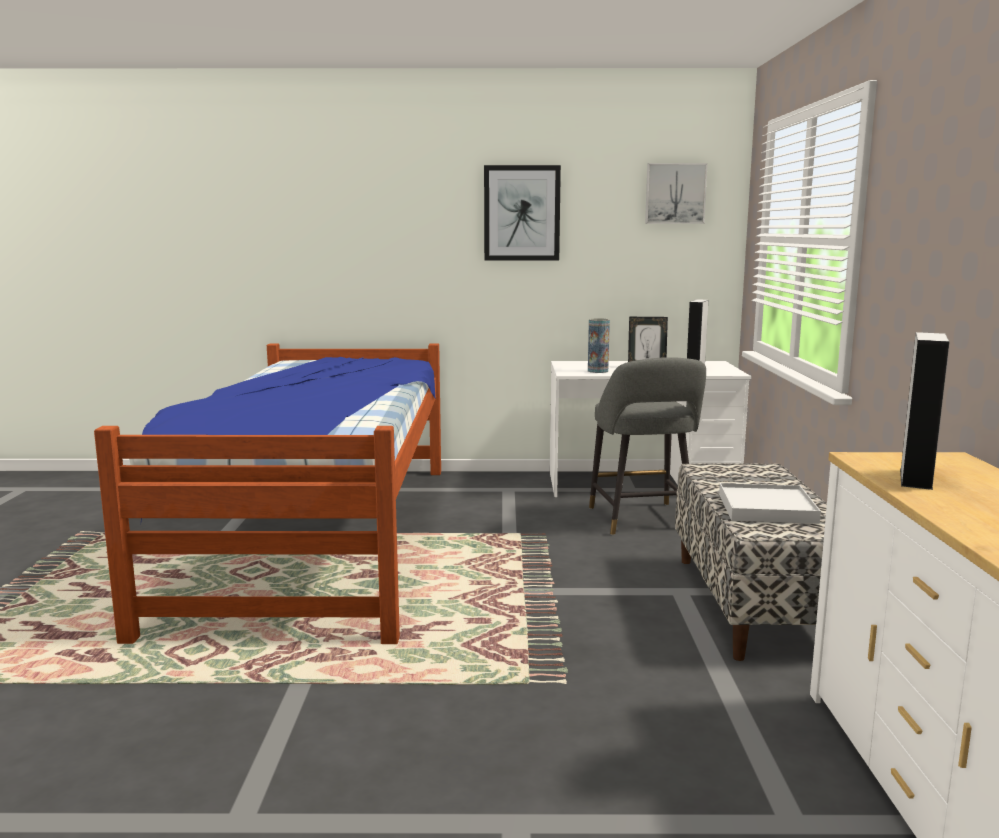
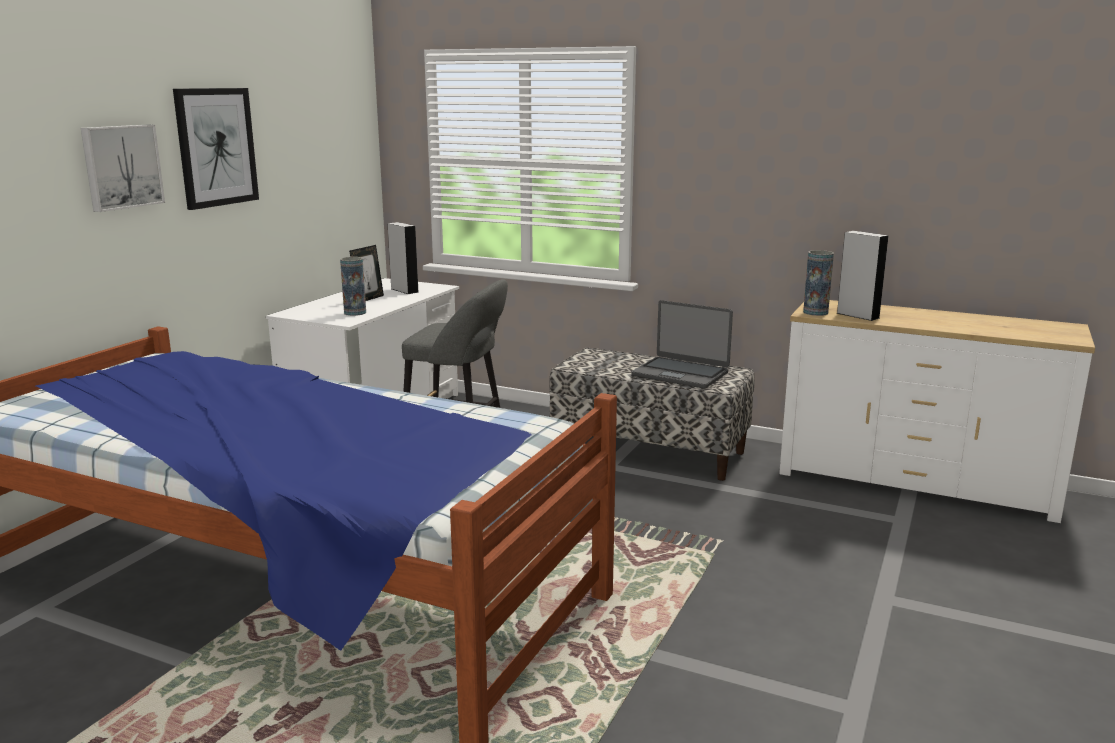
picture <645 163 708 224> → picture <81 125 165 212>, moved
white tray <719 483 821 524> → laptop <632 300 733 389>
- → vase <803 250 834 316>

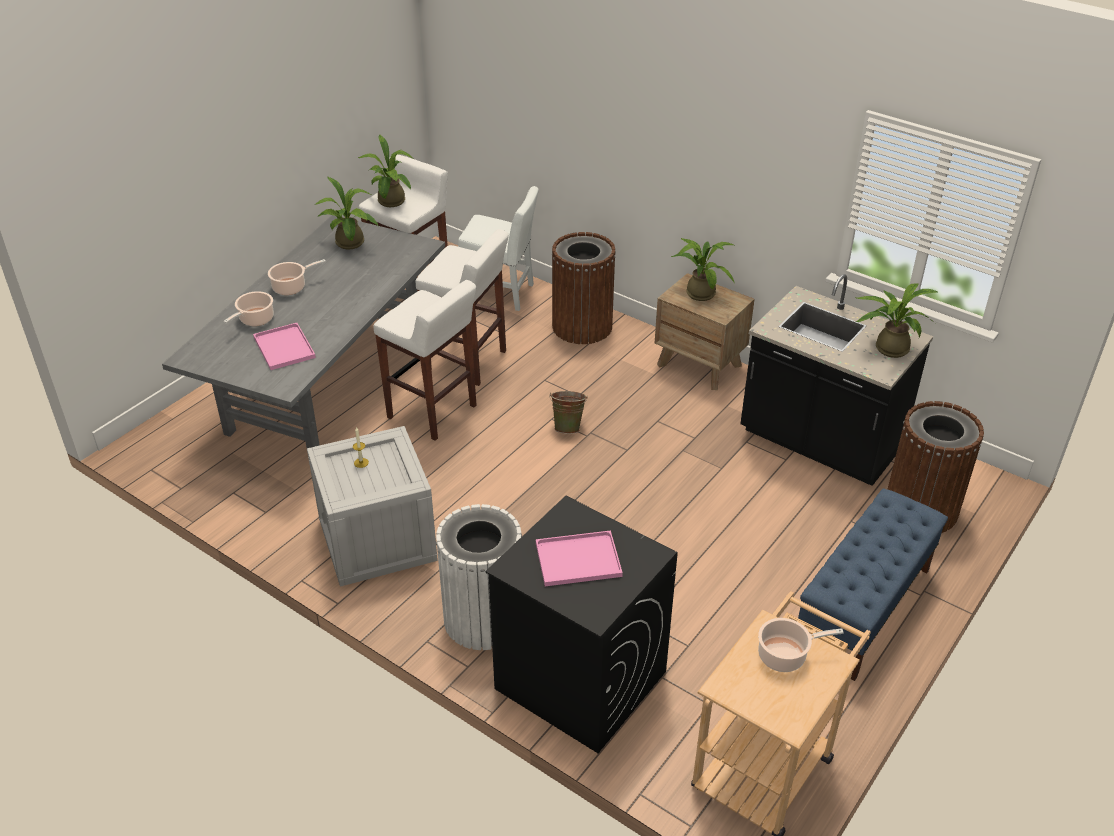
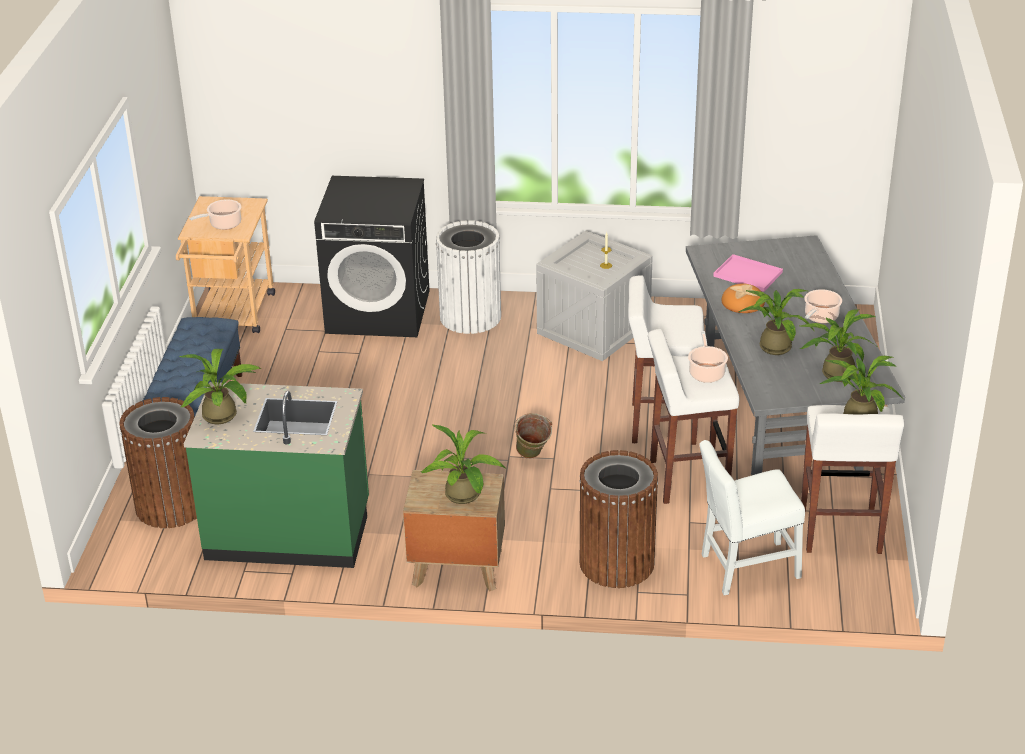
cooking pot <223 291 274 326> → cooking pot <688 331 728 383>, moved
pink tray <536 530 623 586> → -
black counter <740 274 933 486> → green counter <184 382 369 568>
- → bread <721 283 765 313>
- → potted plant <738 289 814 355>

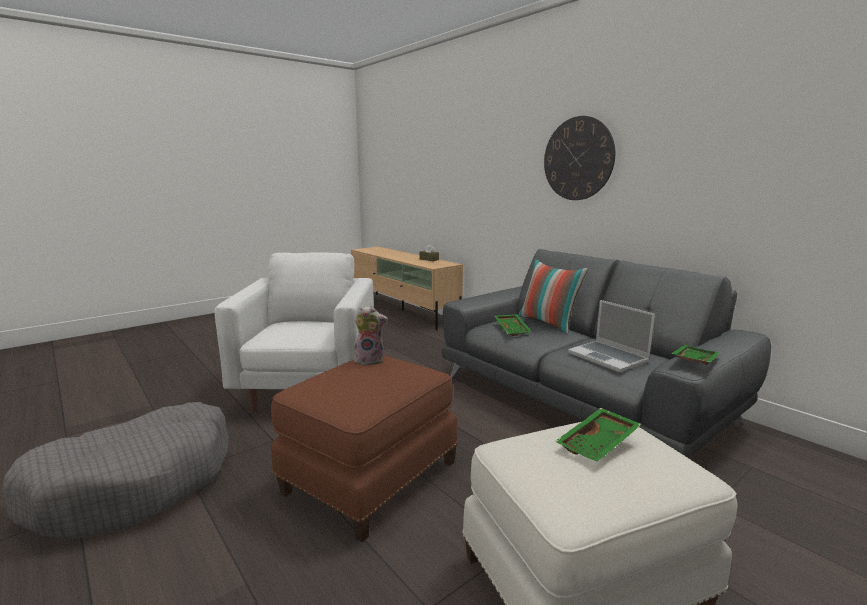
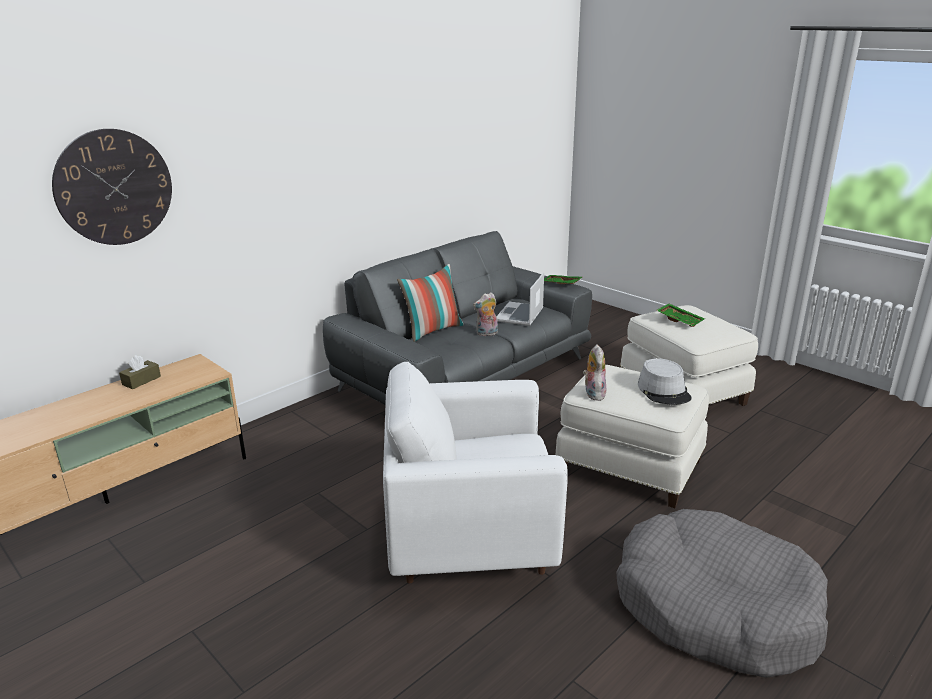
brown ottoman <271 356 458 542> → white ottoman <555 365 709 508>
green tray <495 314 532 336> → -
wall clock <544 116 615 200> → wall clock <52 129 172 245>, moved
laptop <568 300 655 372> → laptop <496 272 544 326>, 150 degrees clockwise
- → plush toy <473 292 498 336>
- → grey hat <638 358 692 405>

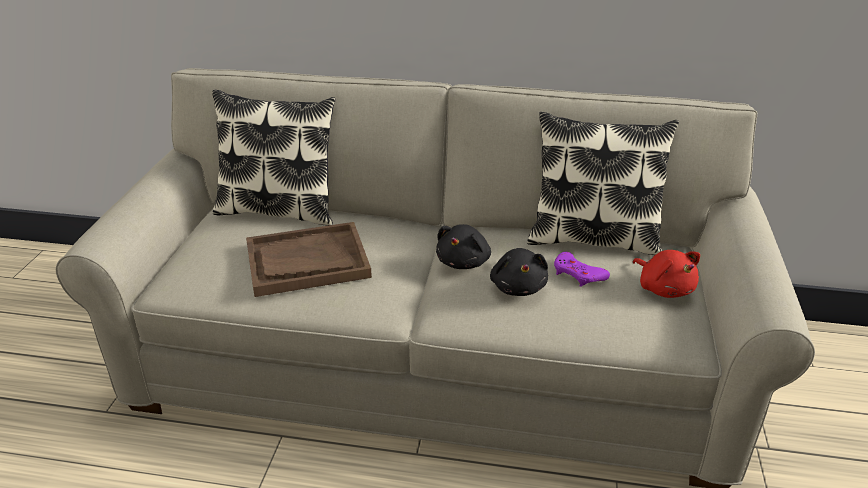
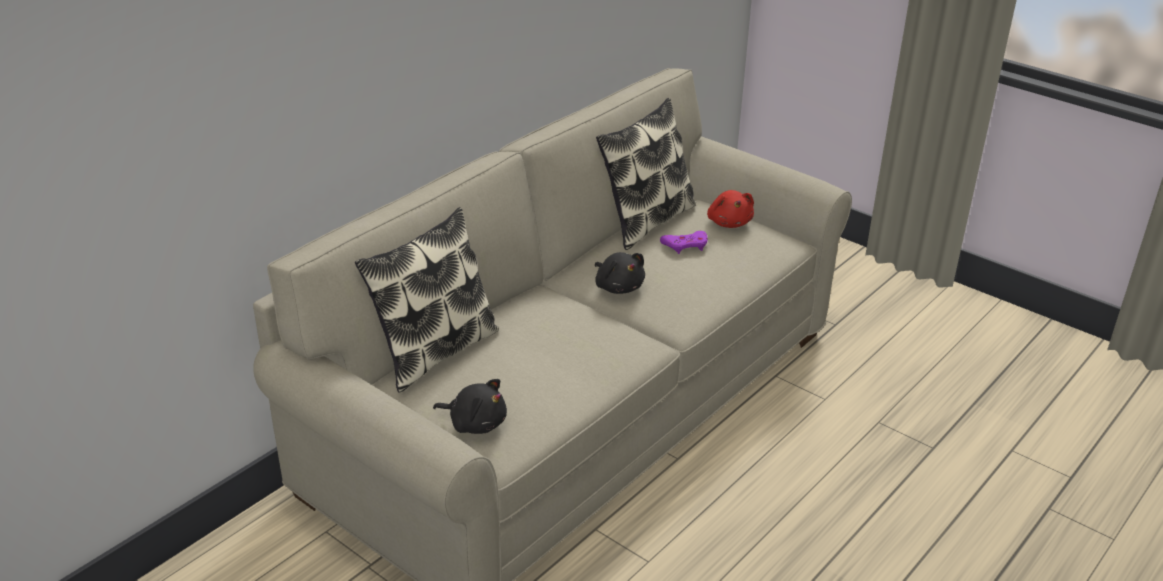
brown tray <246 222 372 297> → -
black plush toy <490 248 548 296> → black plush toy <433 379 507 434>, moved
red plush toy <633 250 700 298> → red plush toy <707 190 754 228>, 75 degrees clockwise

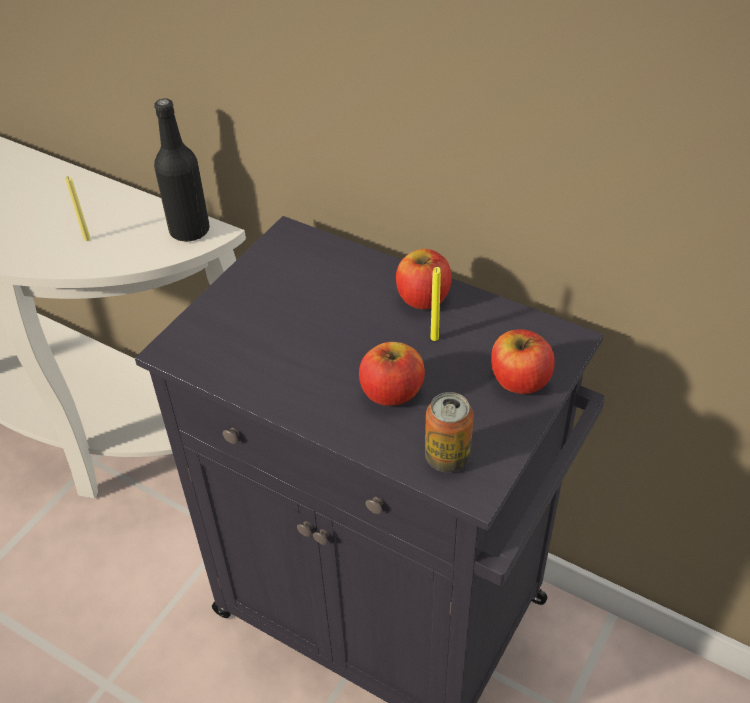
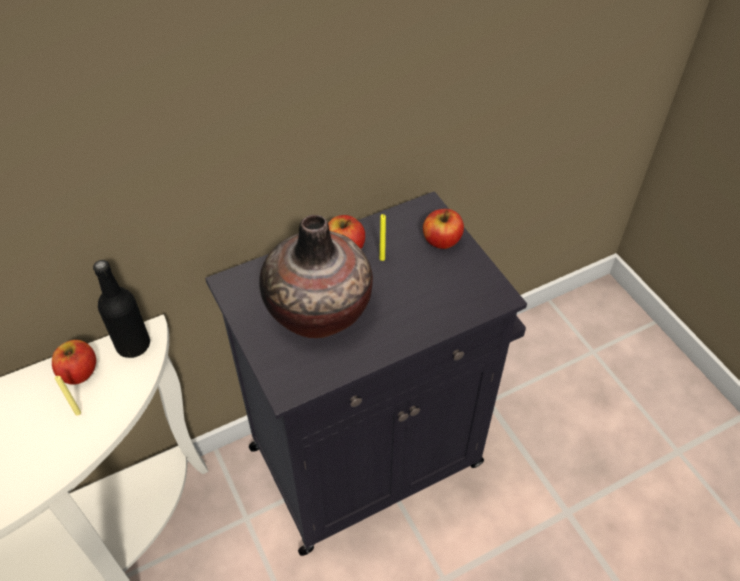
apple <359 342 425 406> → apple <52 340 96 385>, moved
can <425 392 474 473> → -
- → vase <259 215 373 338>

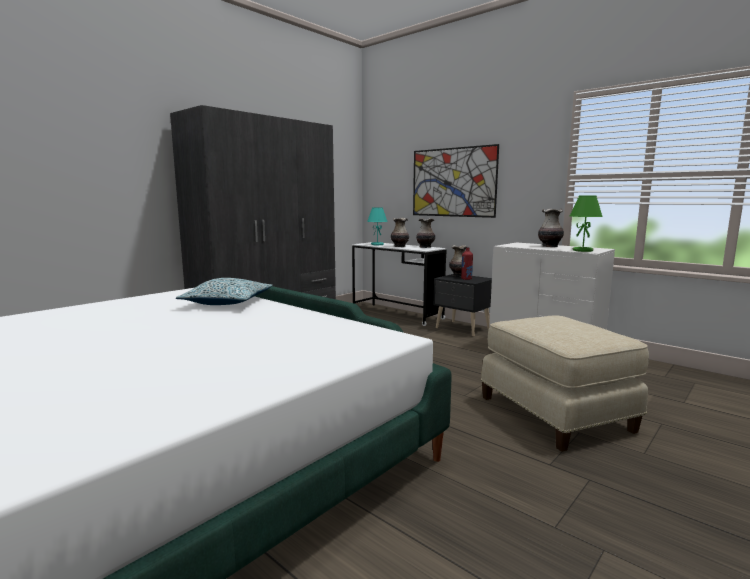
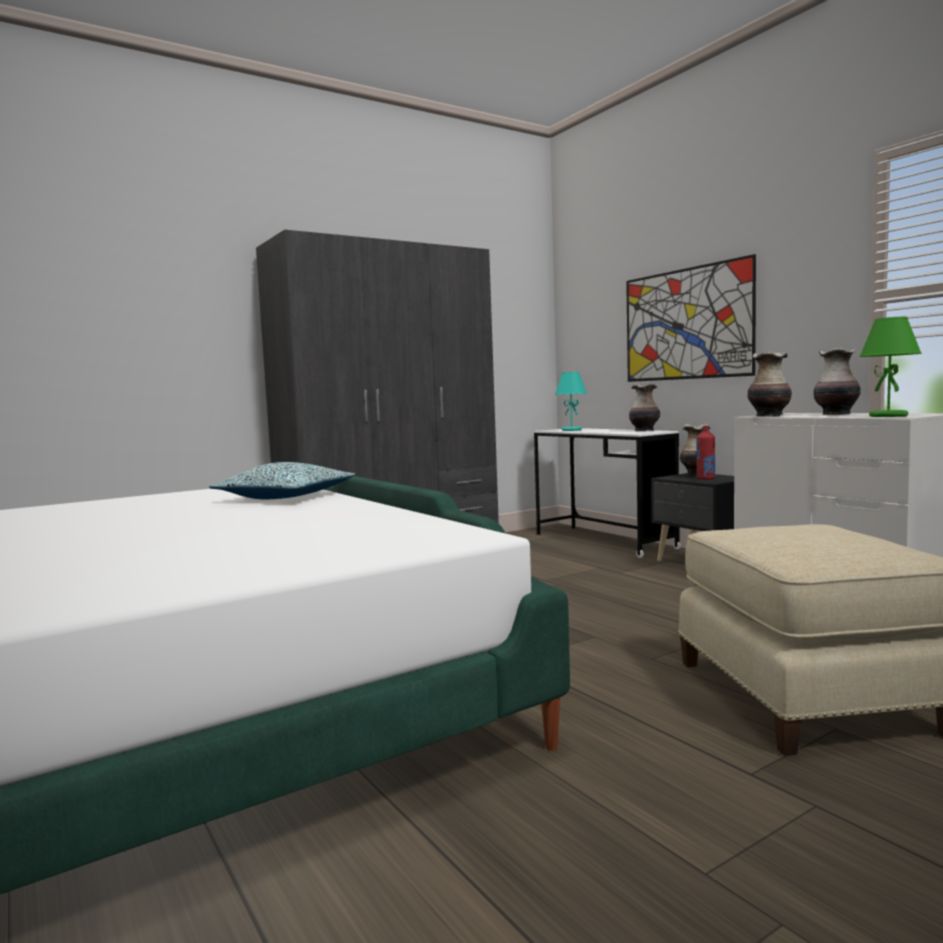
vase <391 218 409 247> → vase <747 352 792 416>, moved

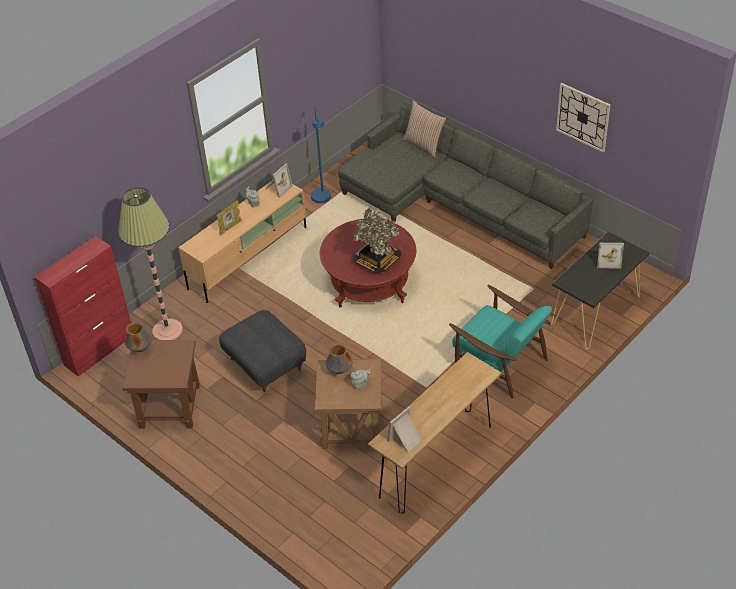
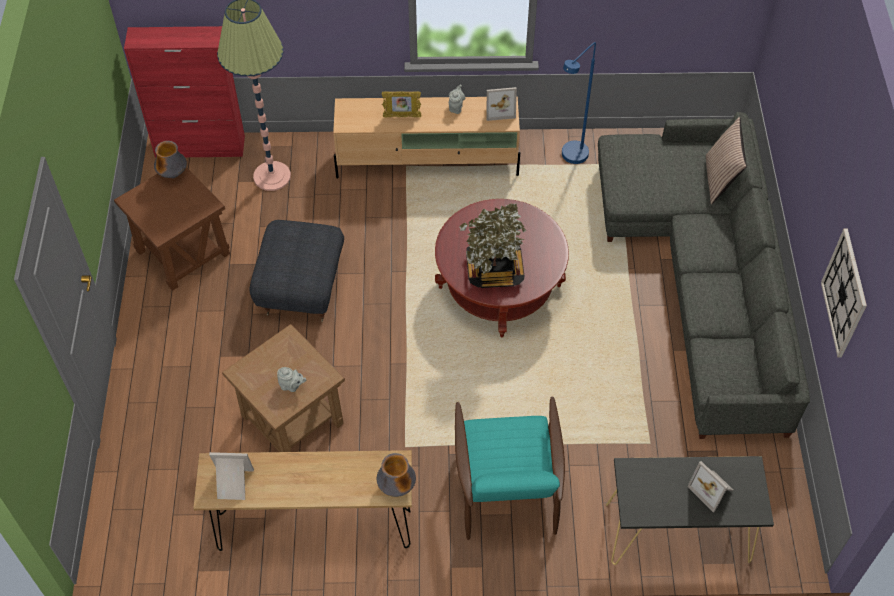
vase <326 343 353 374> → vase <377 453 416 497>, moved

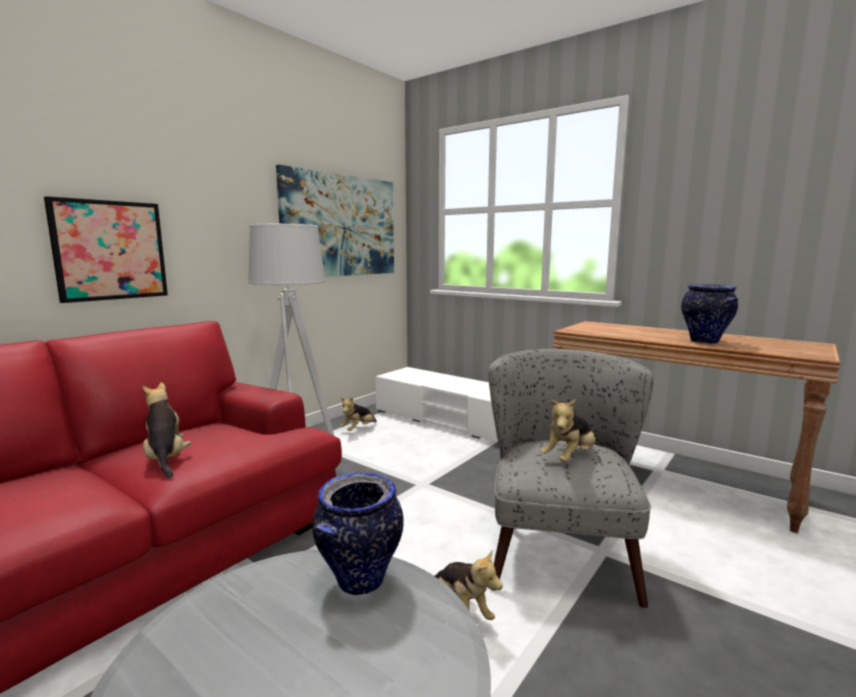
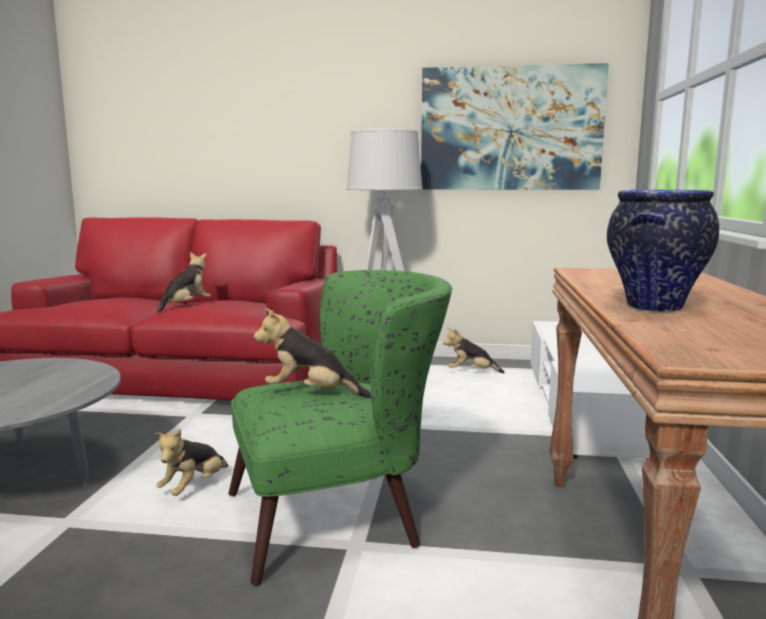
picture <44 196 168 303> → -
vase <312 472 404 595> → -
grey armchair <488 349 654 608> → green armchair <229 270 452 586>

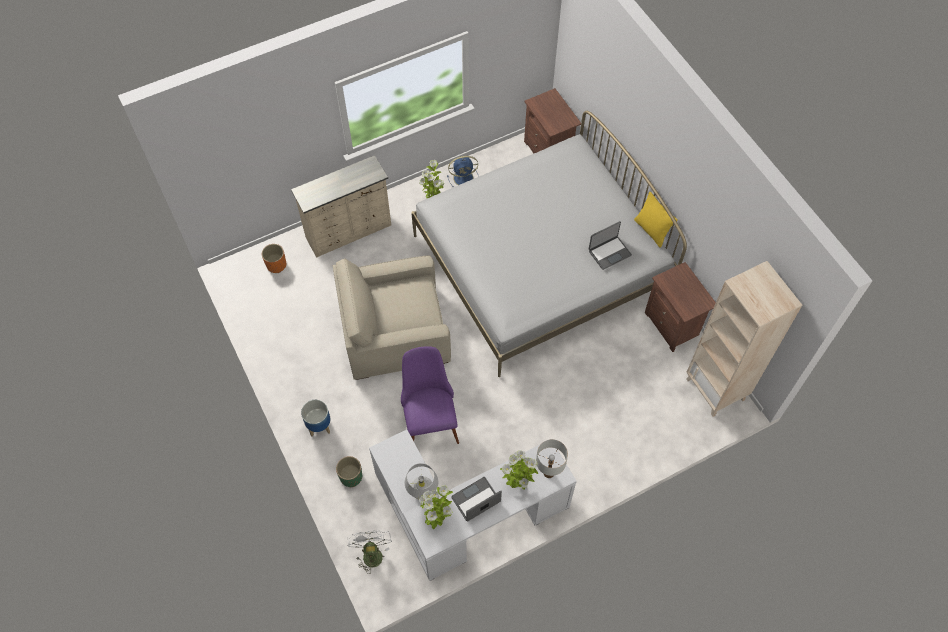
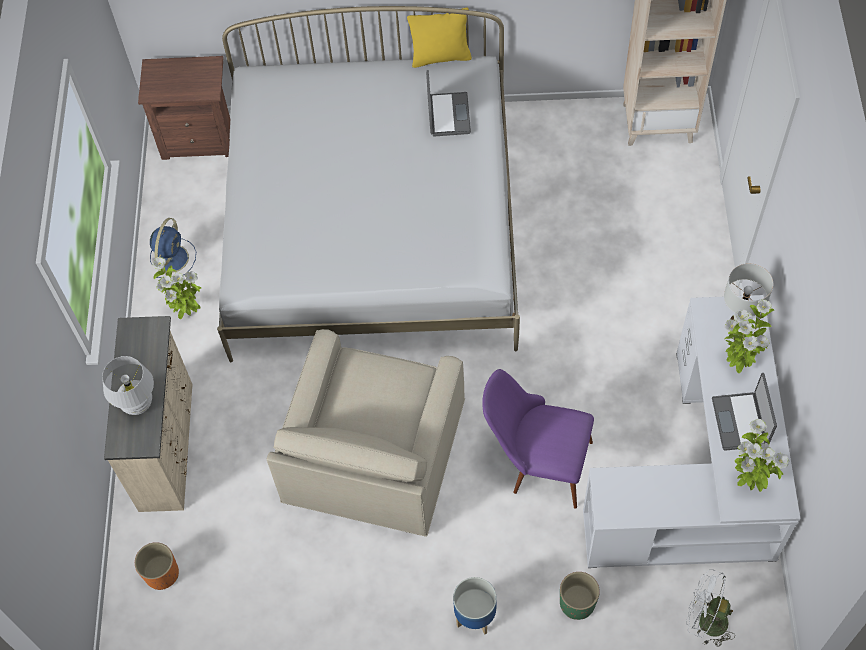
white table lamp <404 463 438 500> → white table lamp <102 356 154 415>, moved
brown nightstand <645 262 716 352> → -

